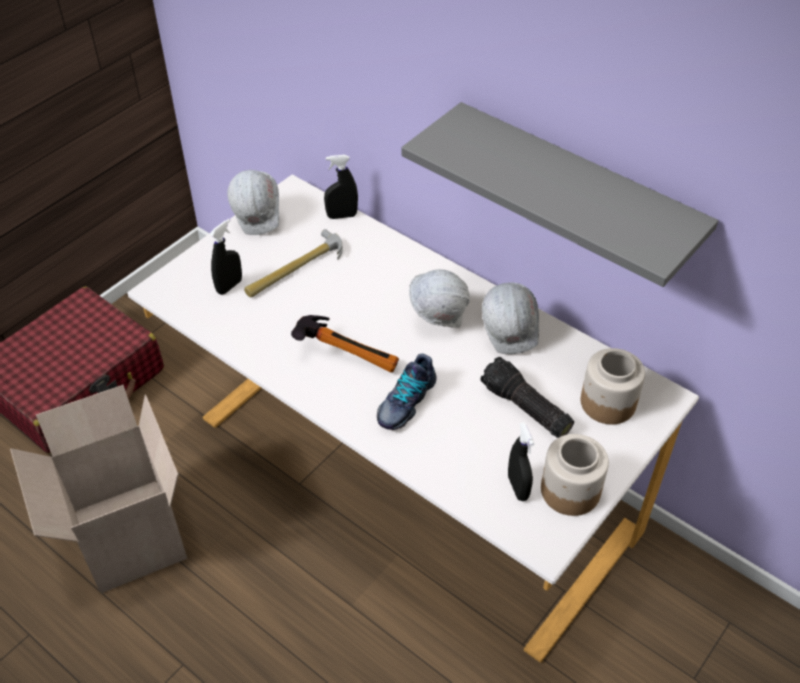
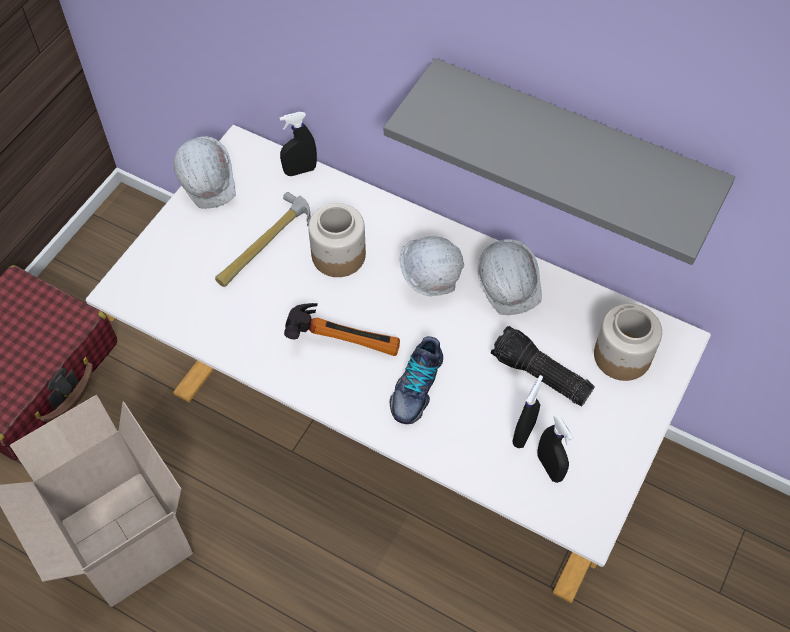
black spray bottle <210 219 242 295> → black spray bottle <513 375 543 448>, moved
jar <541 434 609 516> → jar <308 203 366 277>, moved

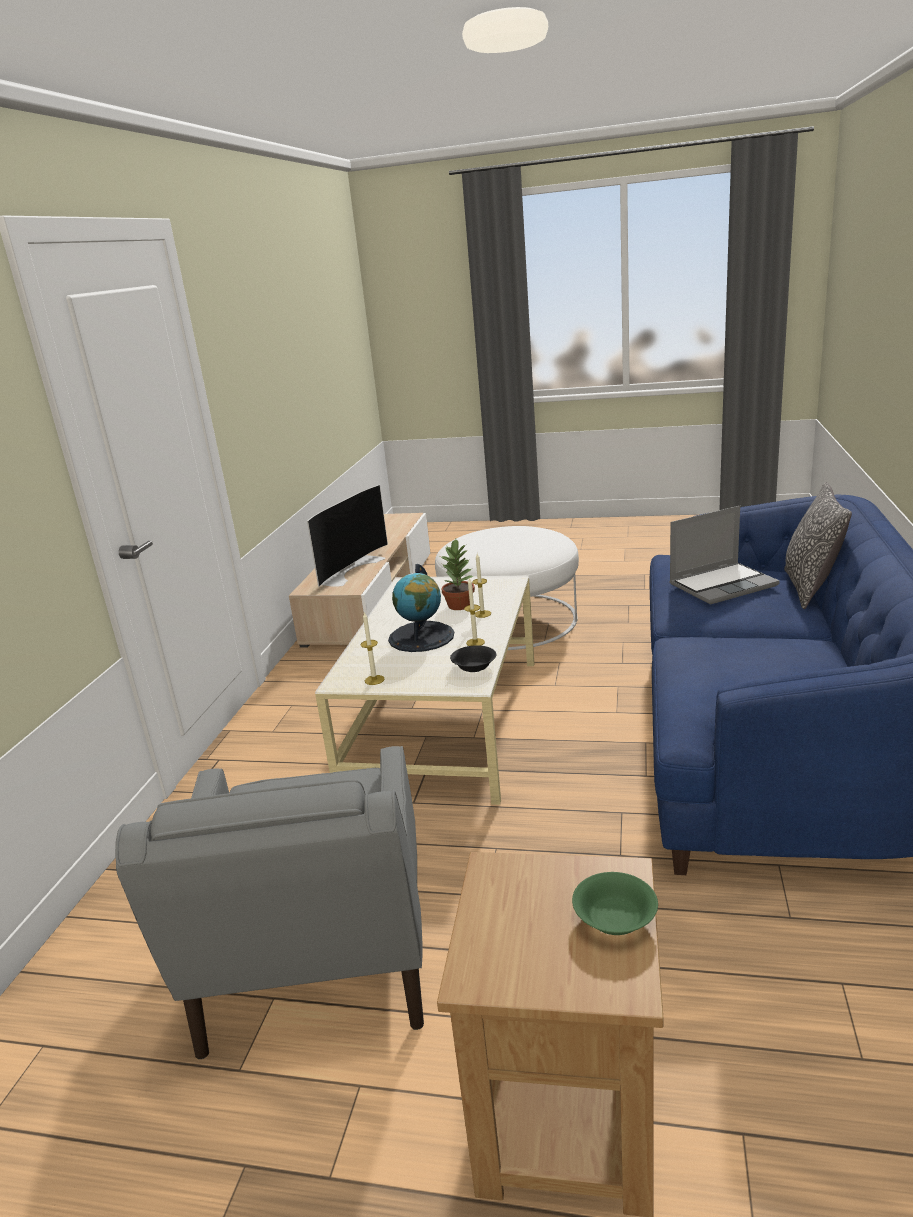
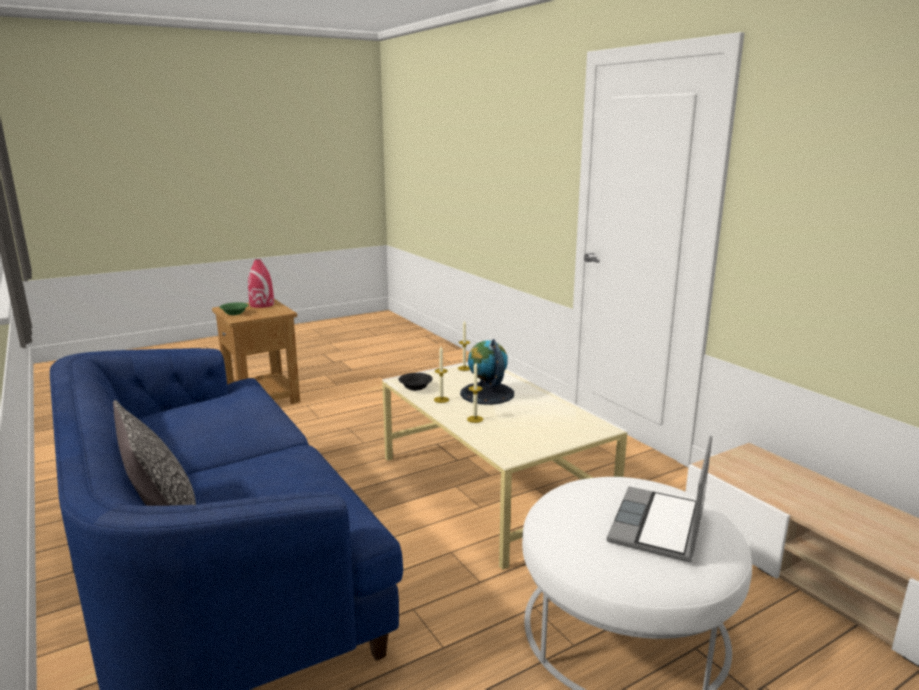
grey armchair <115 746 424 1059> → -
television <307 485 388 587> → -
potted plant <441 539 475 610> → -
laptop <669 506 780 605> → laptop <607 435 712 562>, moved
- → red vase <248 259 274 308>

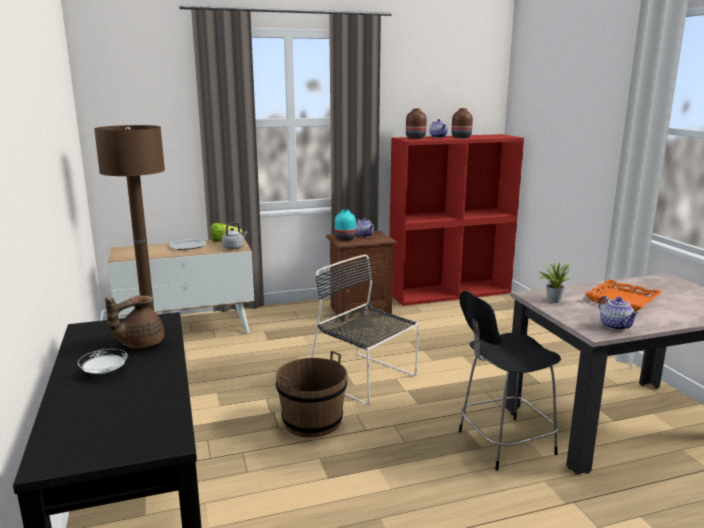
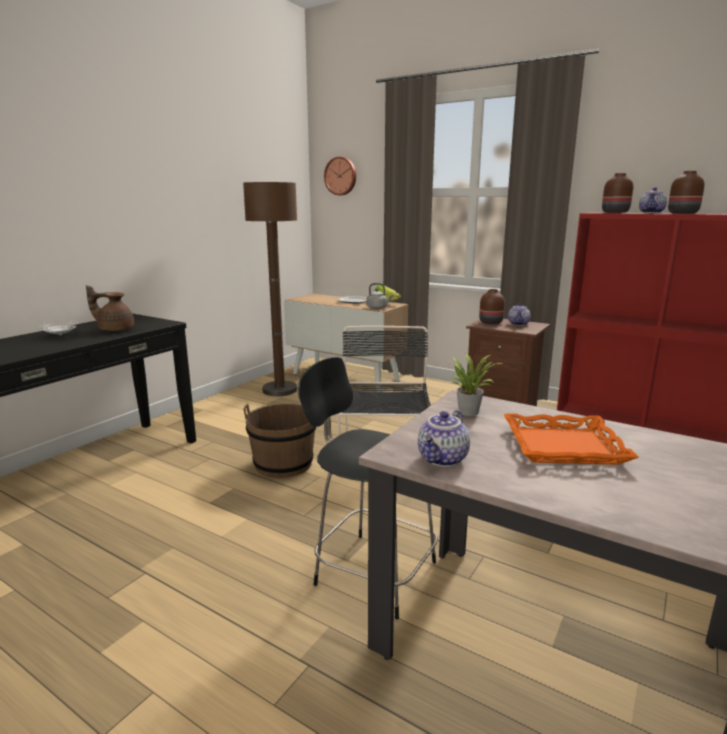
turquoise vase <335 209 356 241> → brown vase <479 289 505 324>
- → wall clock <324 157 356 195>

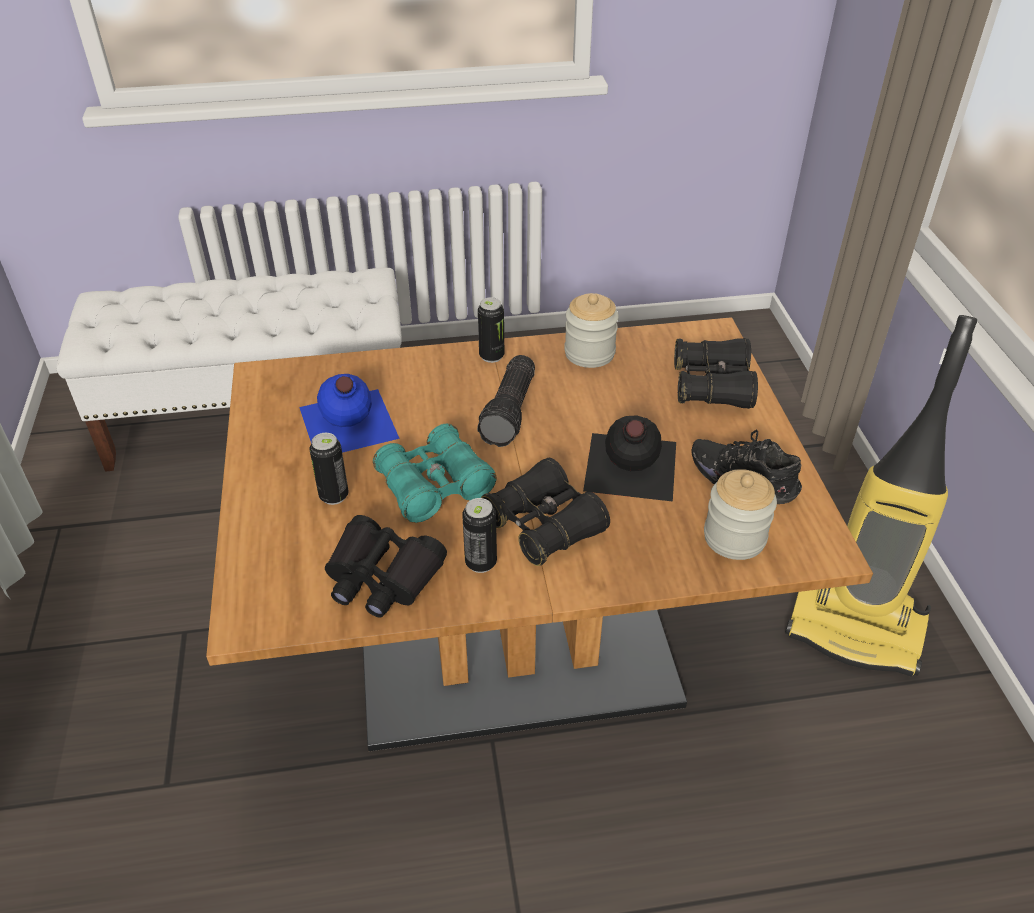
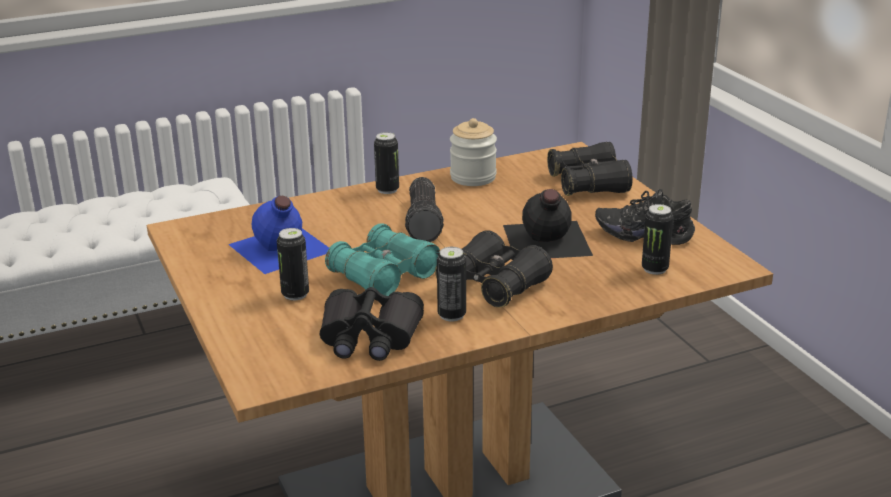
jar <704 469 777 560> → can <642 204 673 275>
vacuum cleaner <785 315 977 677> → -

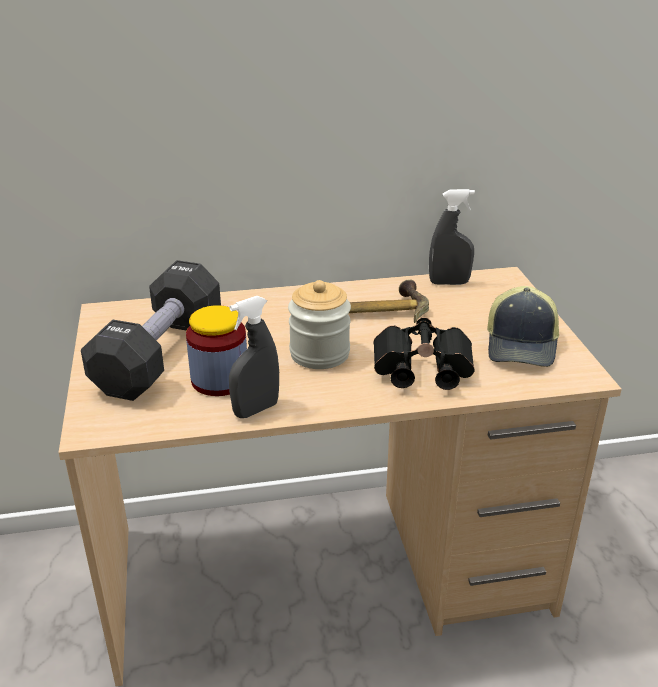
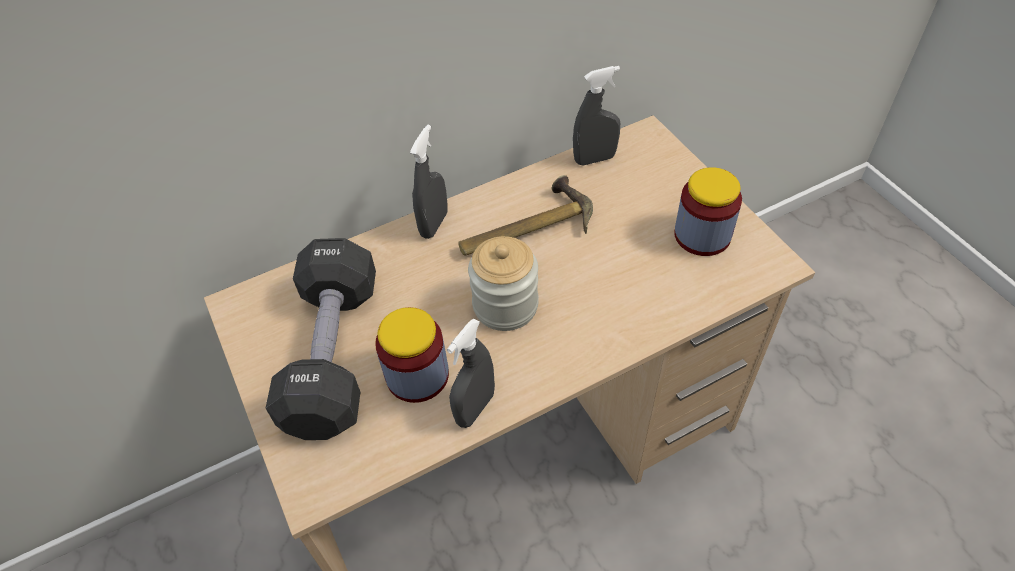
black binoculars <373 317 474 390> → -
cap <487 286 559 367> → jar <674 167 742 256>
- → grey spray bottle <410 125 448 239>

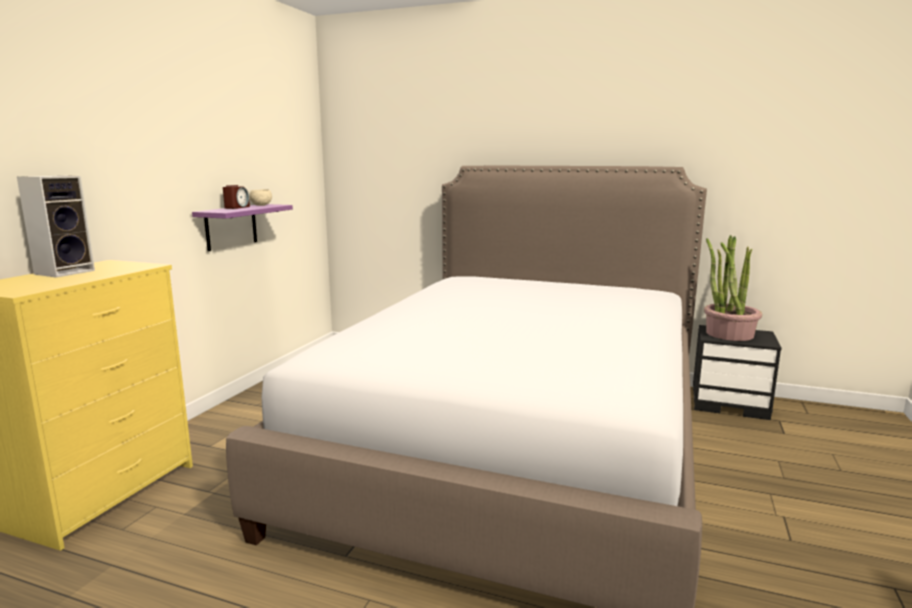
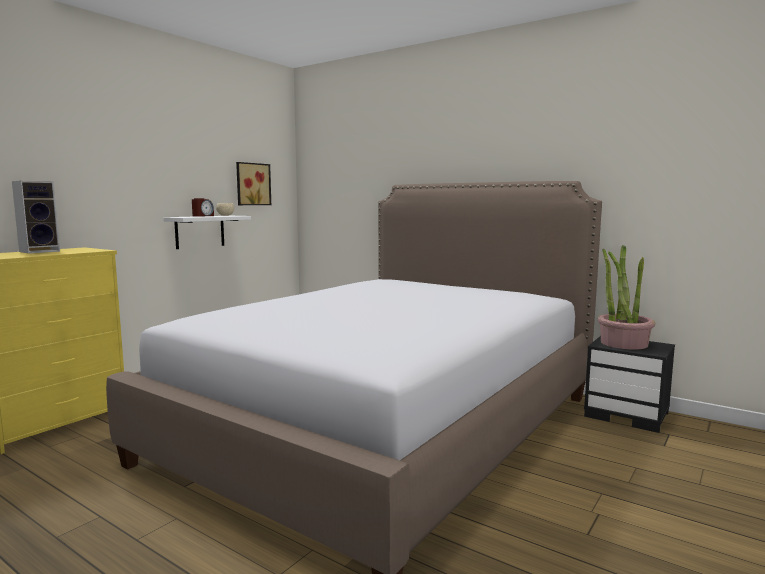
purple shelf <192 204 293 252> → white shelf <163 216 251 249>
- → picture <236 162 271 205>

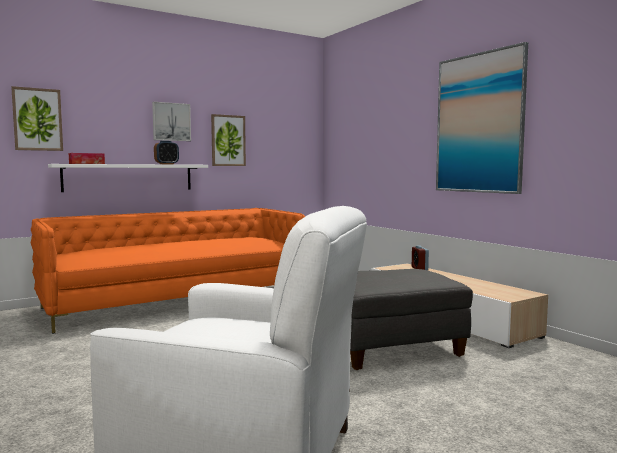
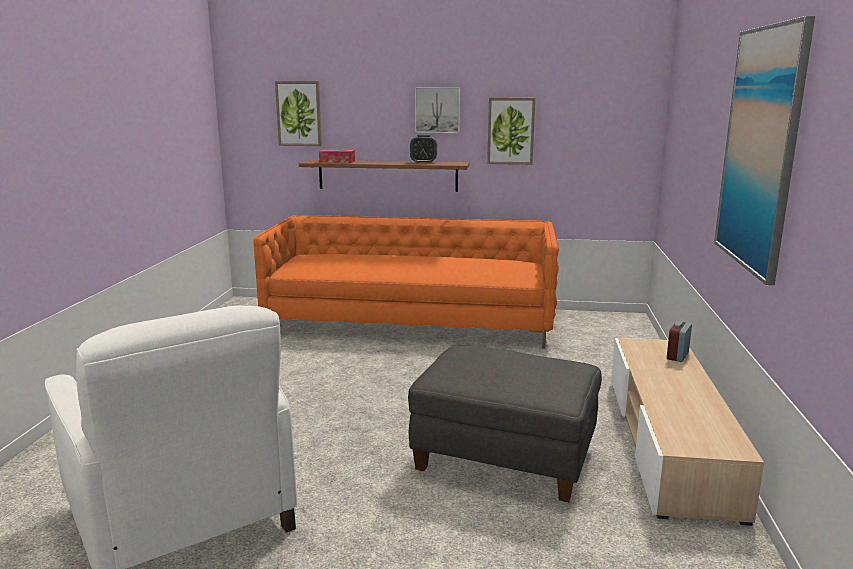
white shelf <48 164 208 192> → brown shelf <299 160 469 192>

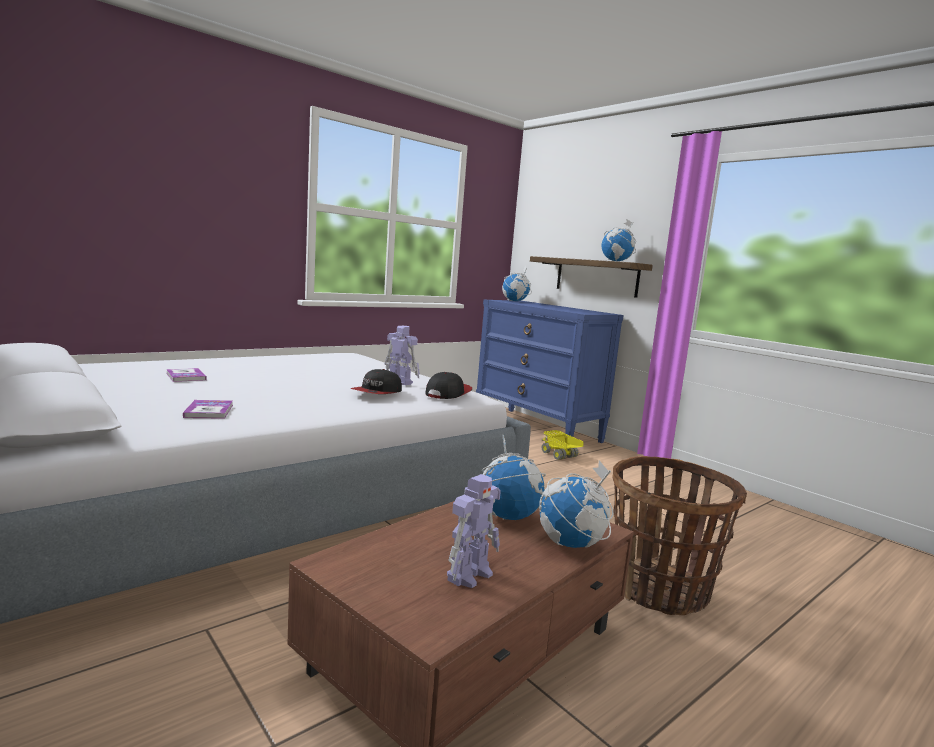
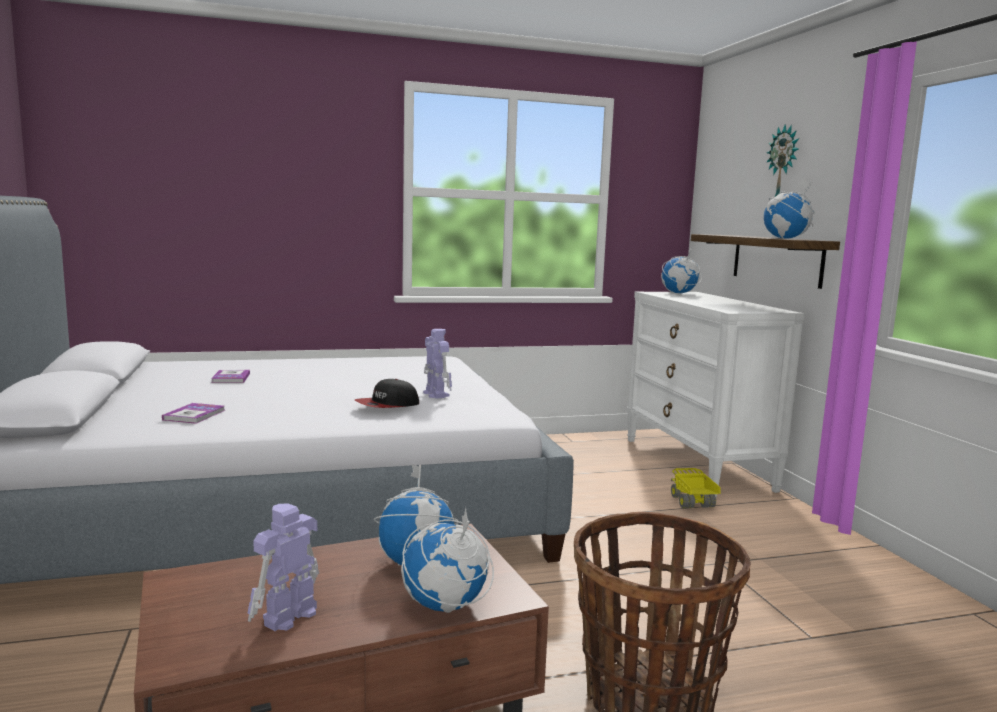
cap <425 372 472 399> → -
toy robot <447 474 501 588> → toy robot <247 503 319 631>, 150 degrees clockwise
blue dresser <476 300 624 443> → white dresser <627 292 805 497>
- → wall clock <766 124 799 197>

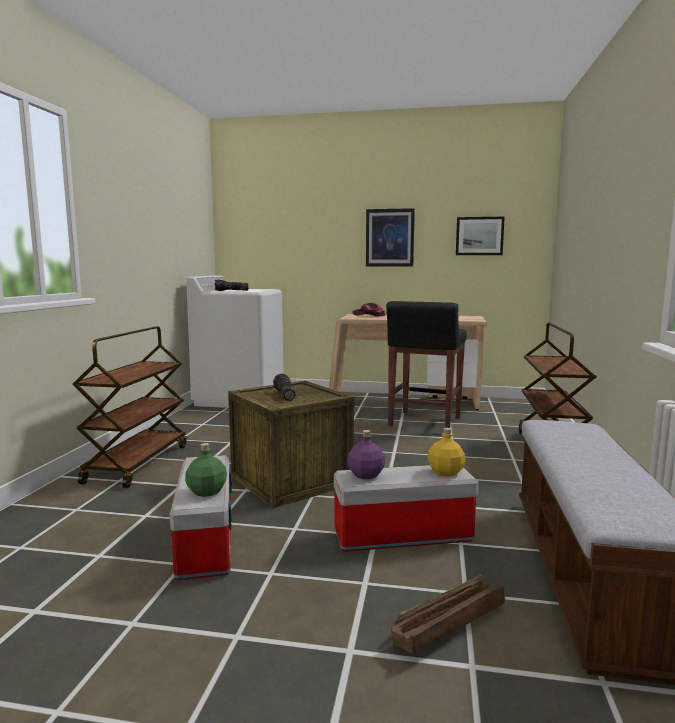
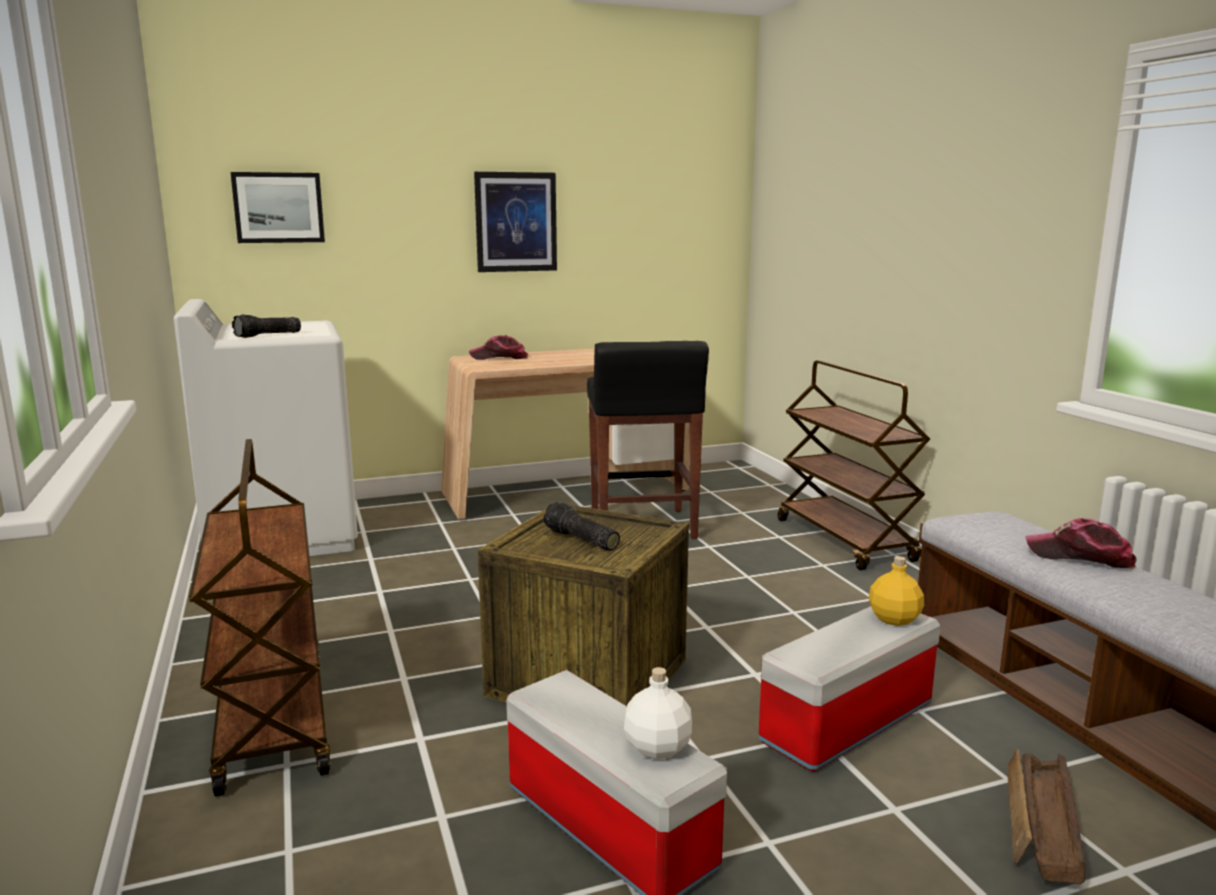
green bottle <185 443 227 497> → white bottle <624 667 692 759>
purple bottle <347 430 385 479> → -
picture <456 217 505 255> → picture <230 172 325 243>, moved
- → cap <1026 518 1137 568>

